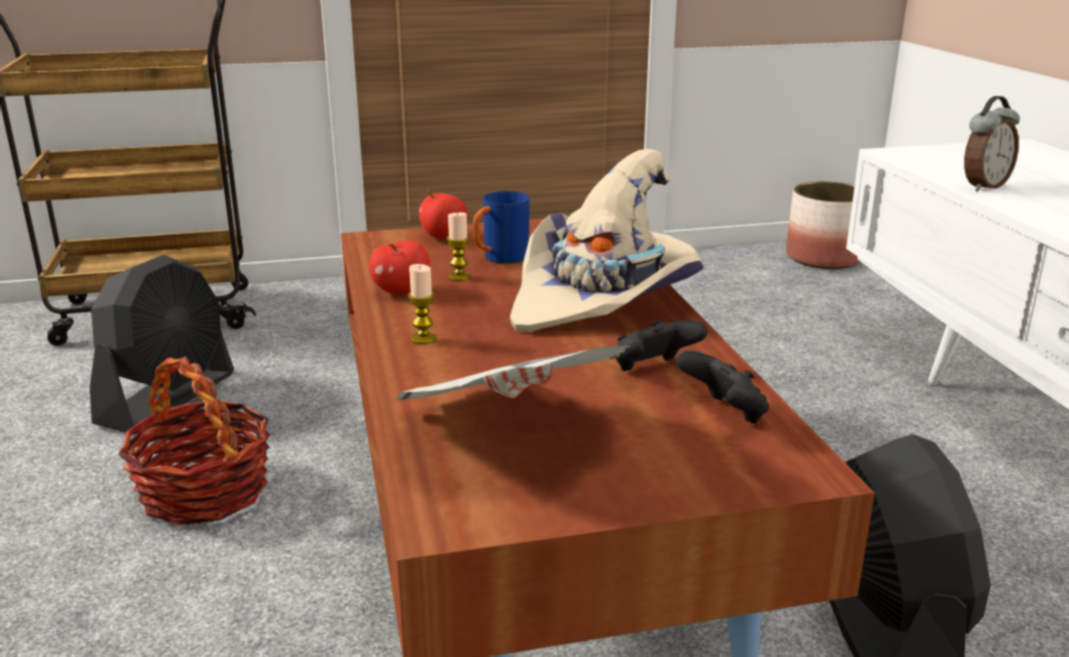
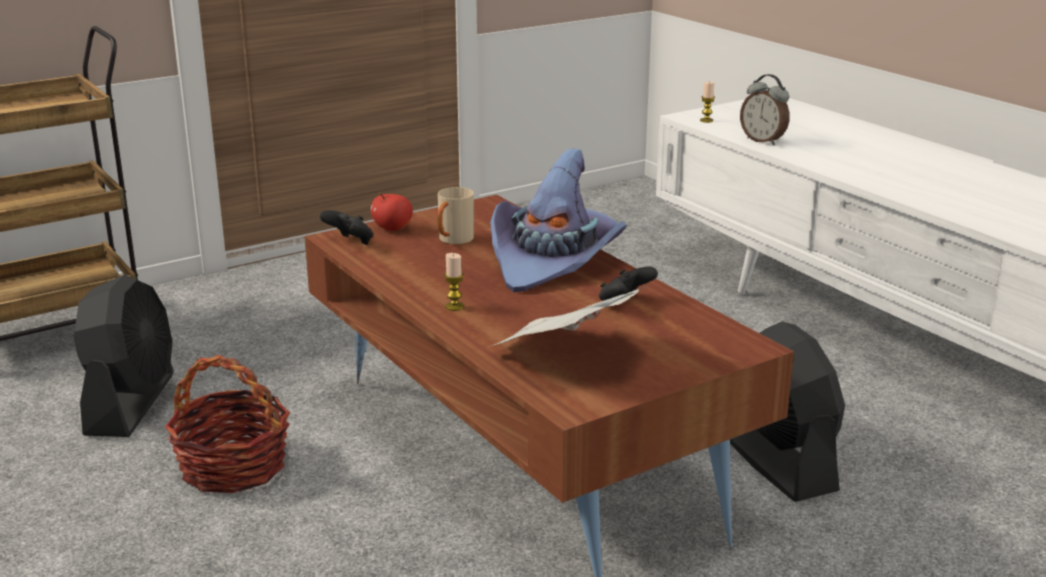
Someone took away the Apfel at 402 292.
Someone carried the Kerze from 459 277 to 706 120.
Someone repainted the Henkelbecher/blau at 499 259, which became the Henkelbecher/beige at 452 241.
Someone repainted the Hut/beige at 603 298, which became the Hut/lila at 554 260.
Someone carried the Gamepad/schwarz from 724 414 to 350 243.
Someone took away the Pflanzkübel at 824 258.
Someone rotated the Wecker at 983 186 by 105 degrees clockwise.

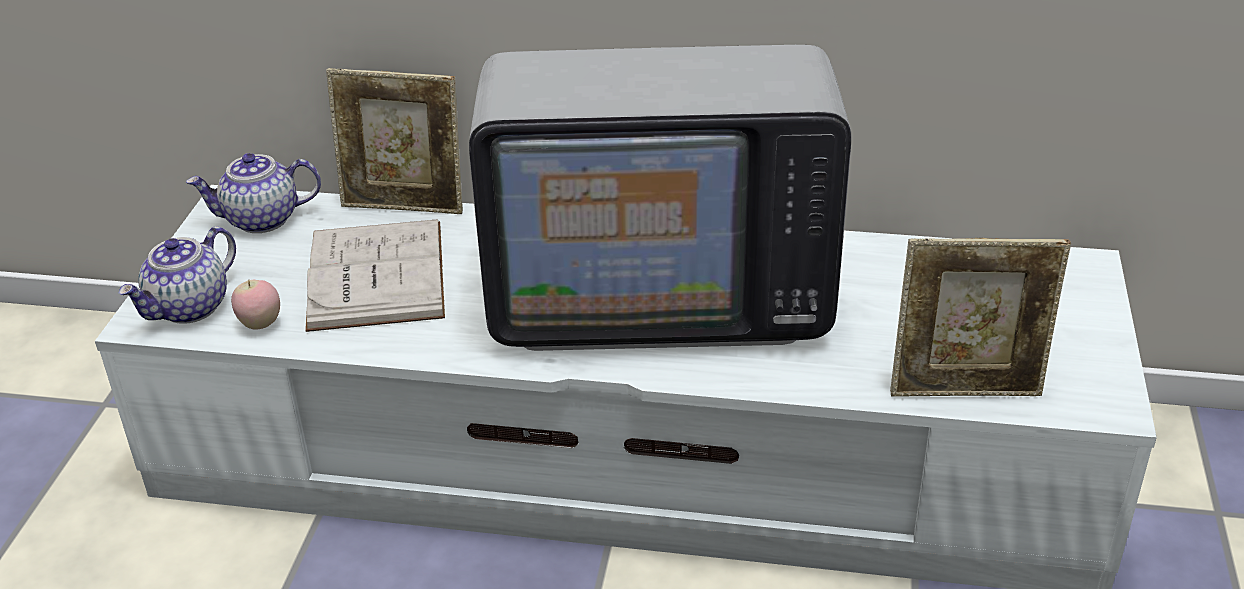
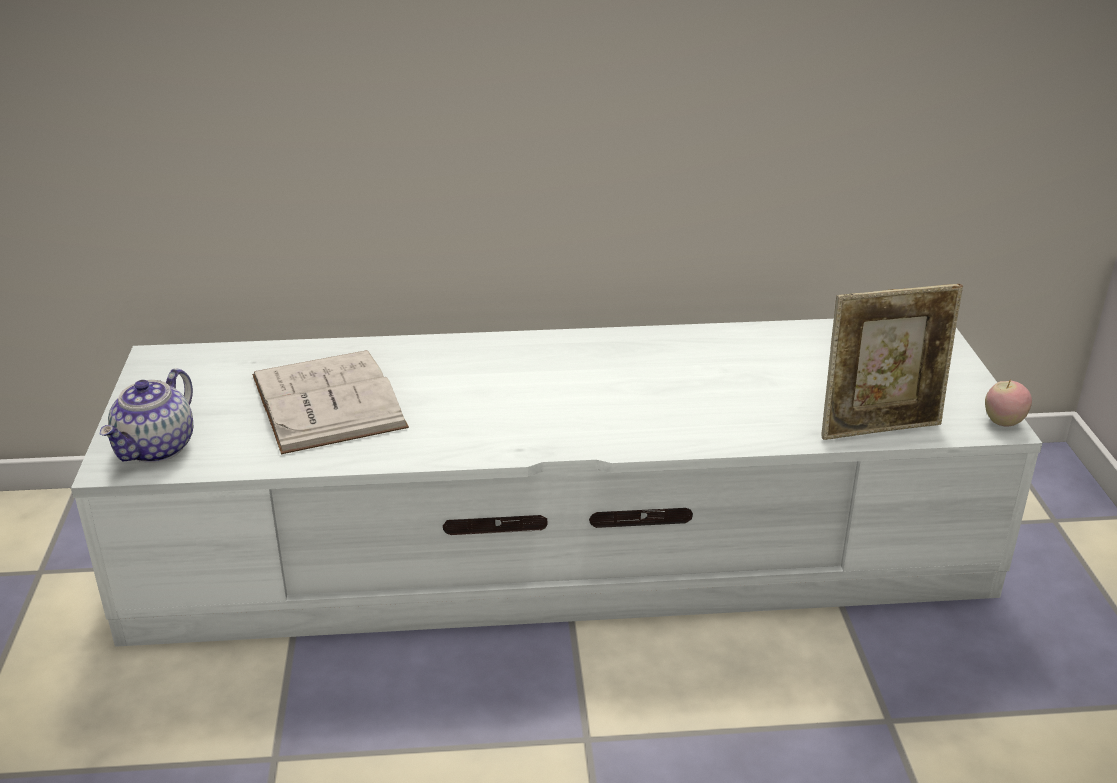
Someone took away the Teekanne at 261 220.
Someone carried the Apfel from 260 324 to 1003 422.
Someone took away the Bilderrahmen at 404 206.
Someone took away the Fernseher at 658 291.

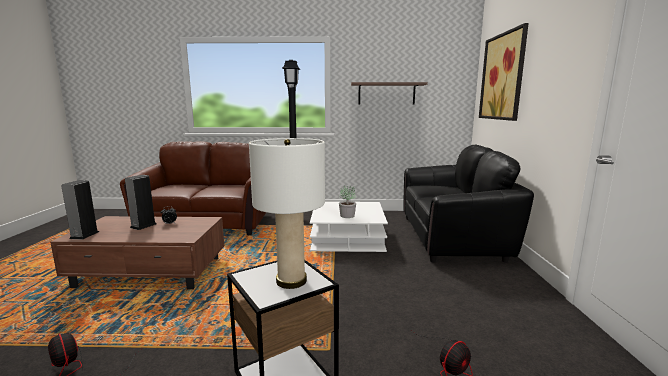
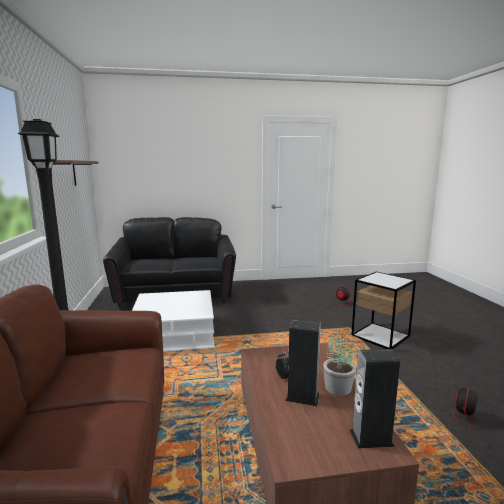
Someone took away the Tischlampe/weiß at 291 281.
Someone carried the Topfpflanze from 347 215 to 337 387.
Someone took away the Bild at 502 77.

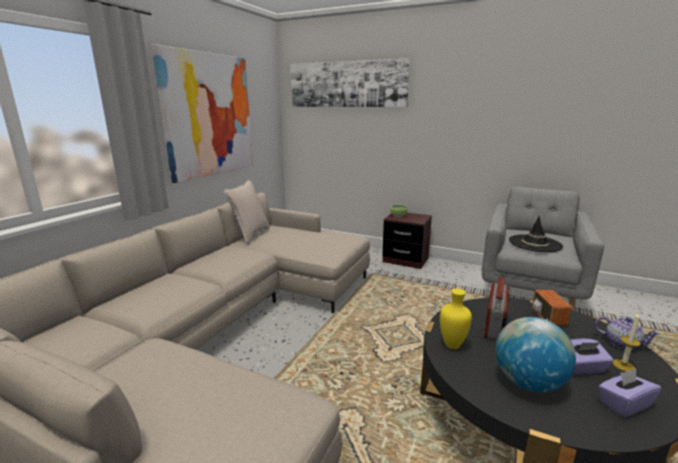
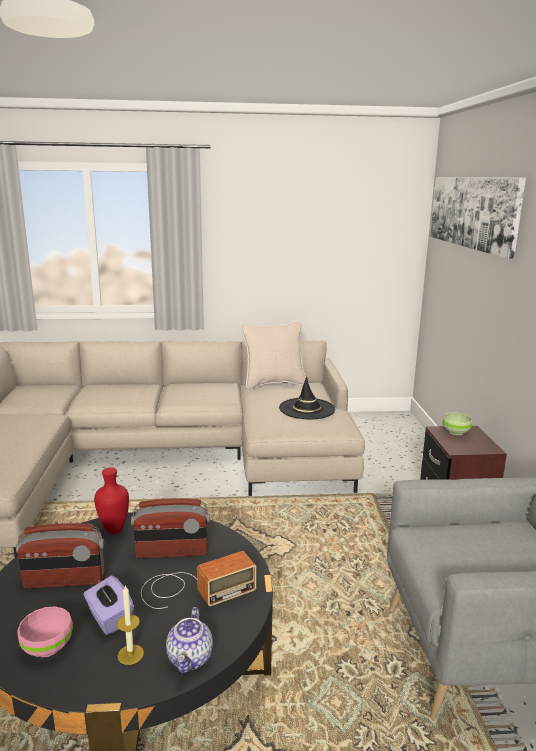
Someone took away the Bild at 209 115.
Someone repainted the Vase/gelb at 453 345, which became the Vase/rot at 114 530.
Someone swapped the Globus at 528 382 for the Radio at 64 580.
Someone carried the Hut/schwarz from 535 243 to 307 409.
Someone swapped the Taschentuchbox/lila at 624 404 for the Schüssel/rosa at 46 647.

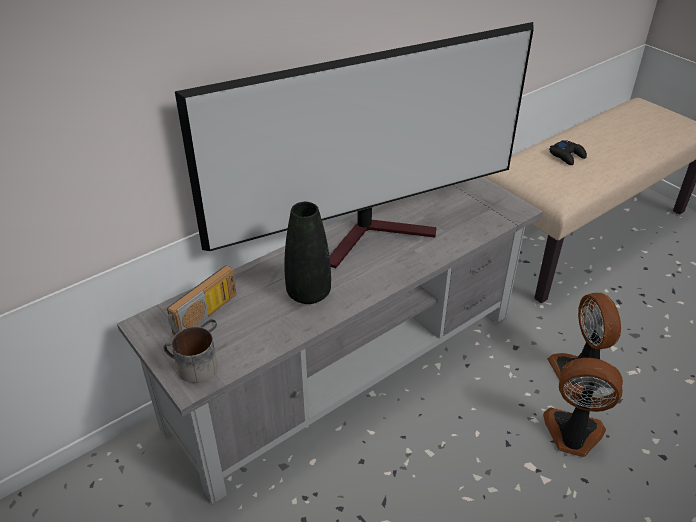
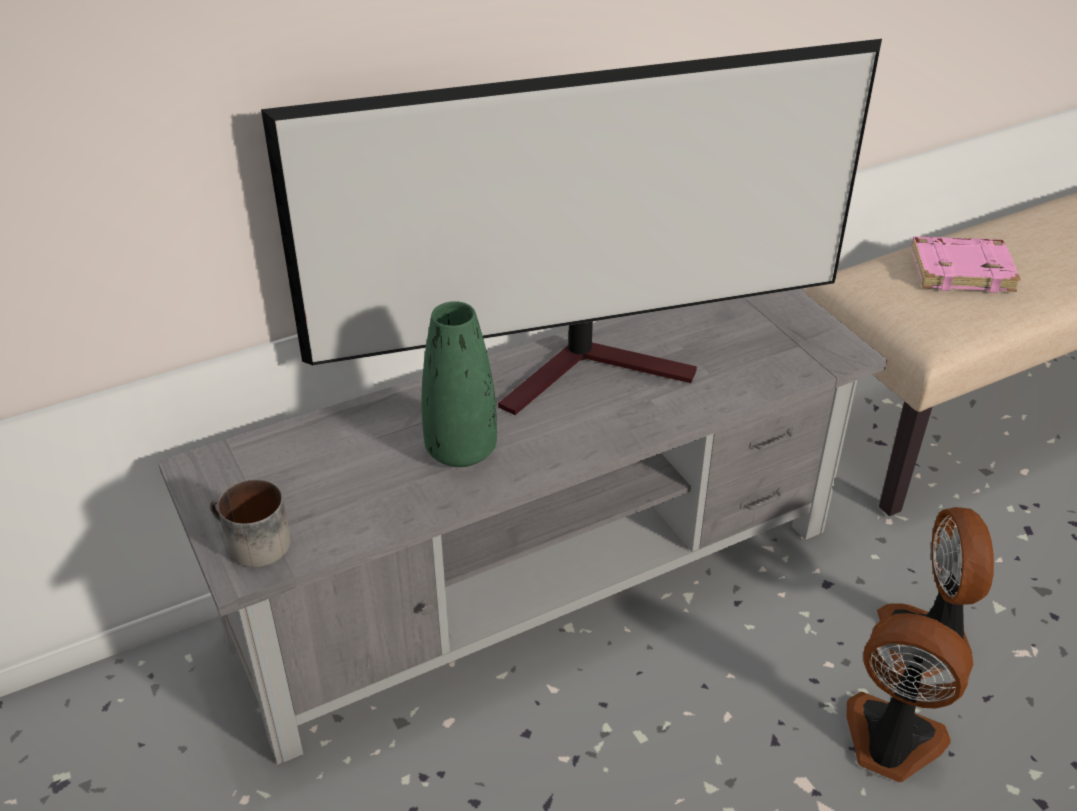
Someone took away the Radio at 209 319.
Someone repainted the Vase/schwarz at 308 294, which became the Vase/grün at 461 451.
Someone swapped the Gamepad/schwarz at 567 156 for the Buch/rosa at 962 270.

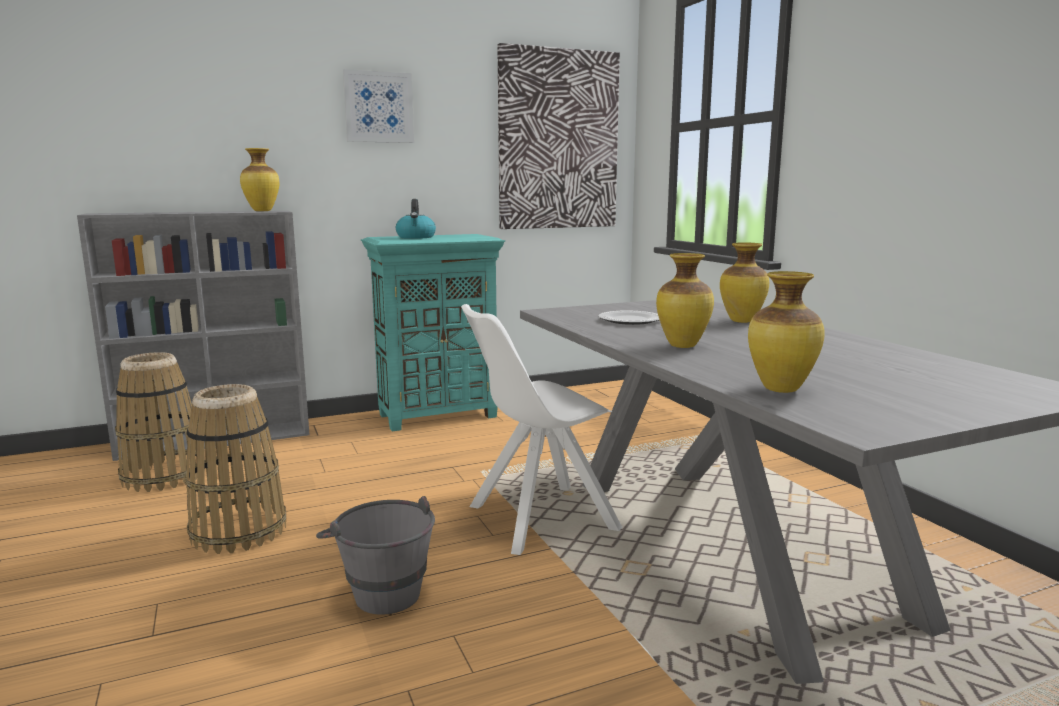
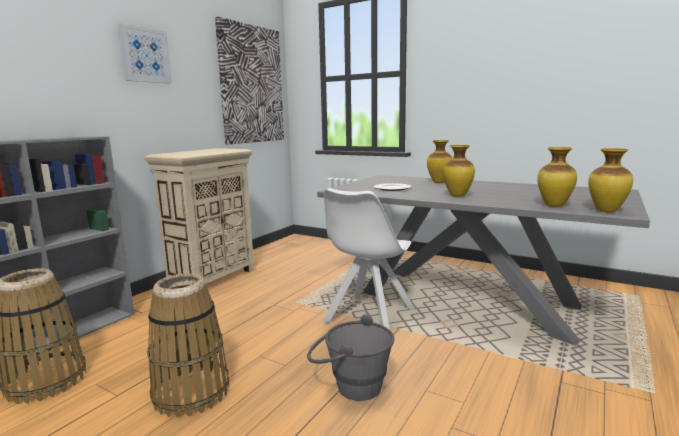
Someone carried the Vase from 262 211 to 607 211.
Someone repainted the Schrank/türkis at 439 415, which became the Schrank/beige at 213 278.
Someone took away the Wasserkessel at 416 237.

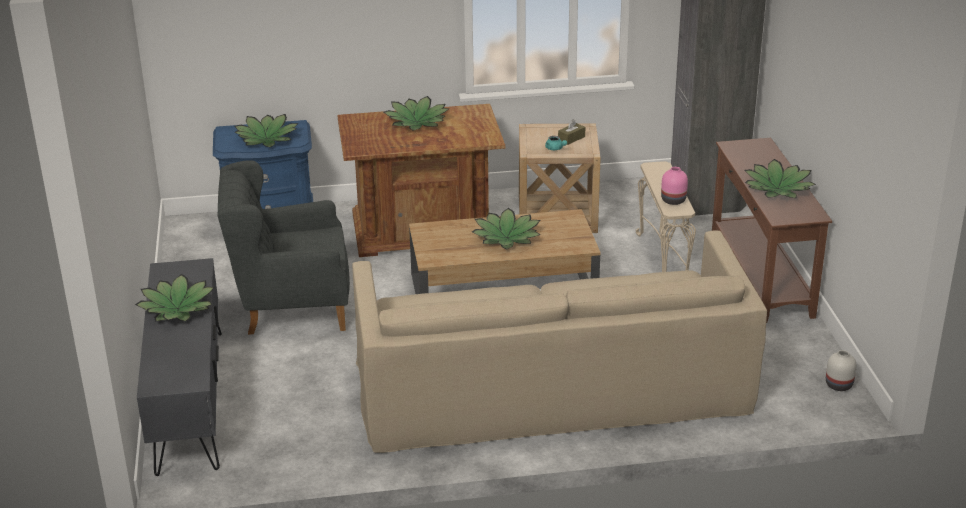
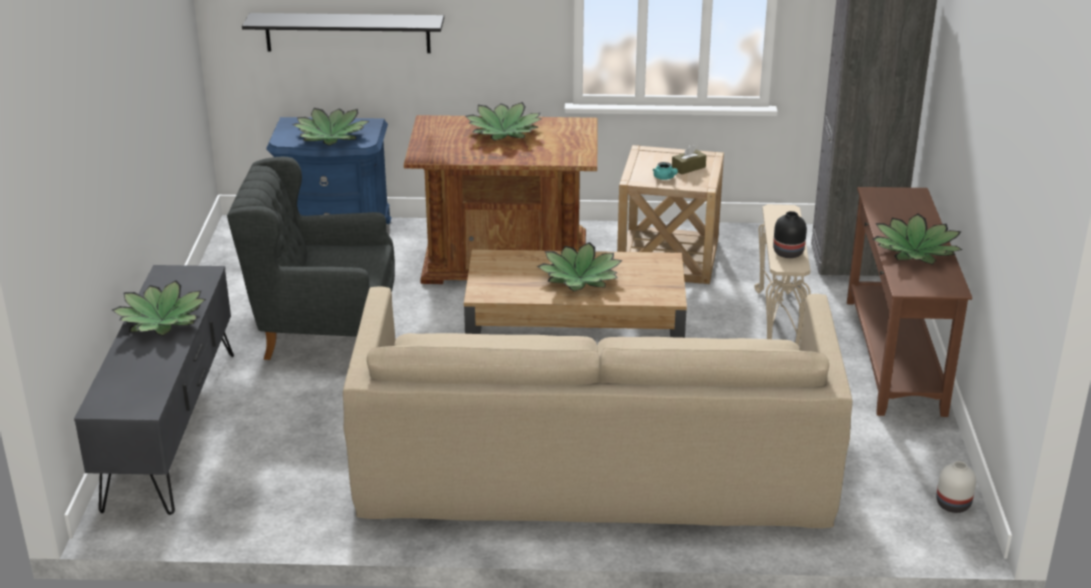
Someone repainted the Vase/rosa at 674 200, which became the Vase/schwarz at 789 253.
Someone put up the Wandregal/schwarz at 347 33.

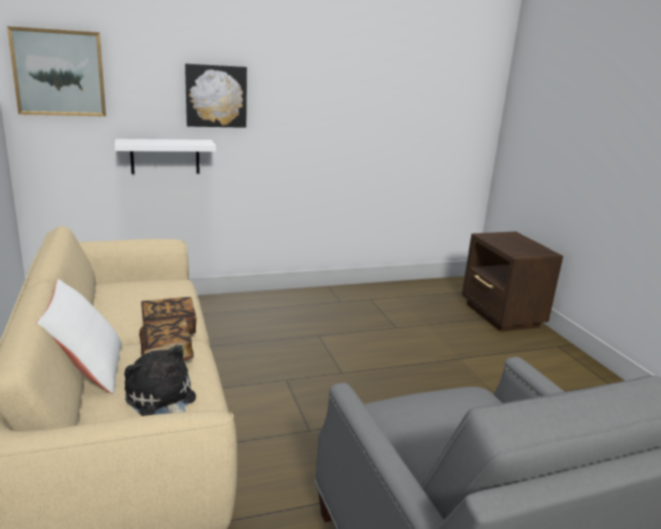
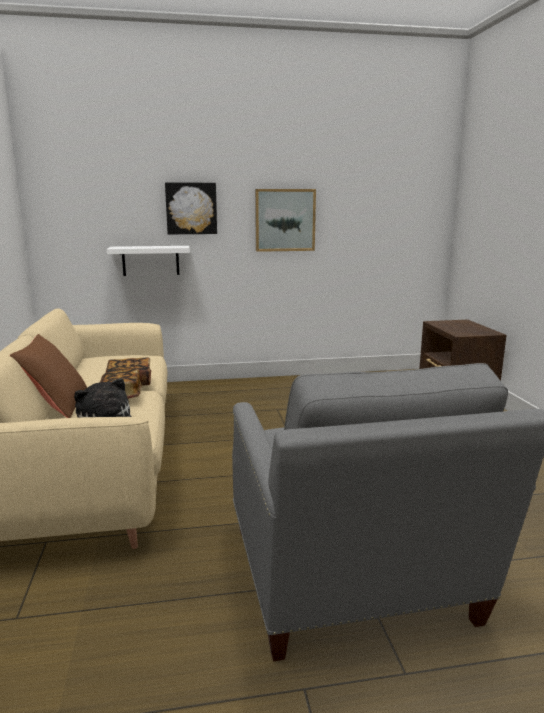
Someone carried the Bild from 59 73 to 285 220.
Someone repainted the Kissen/weiß at 87 369, which became the Kissen/braun at 56 404.

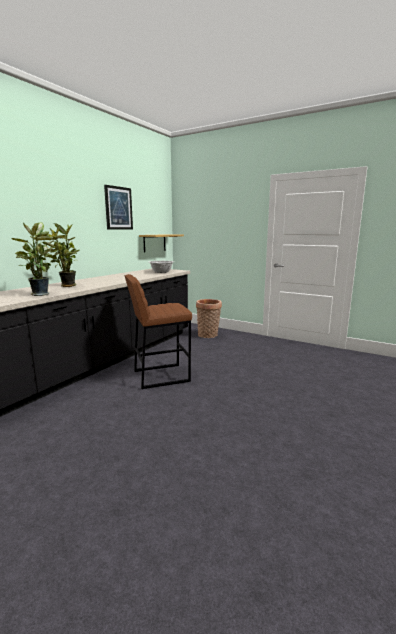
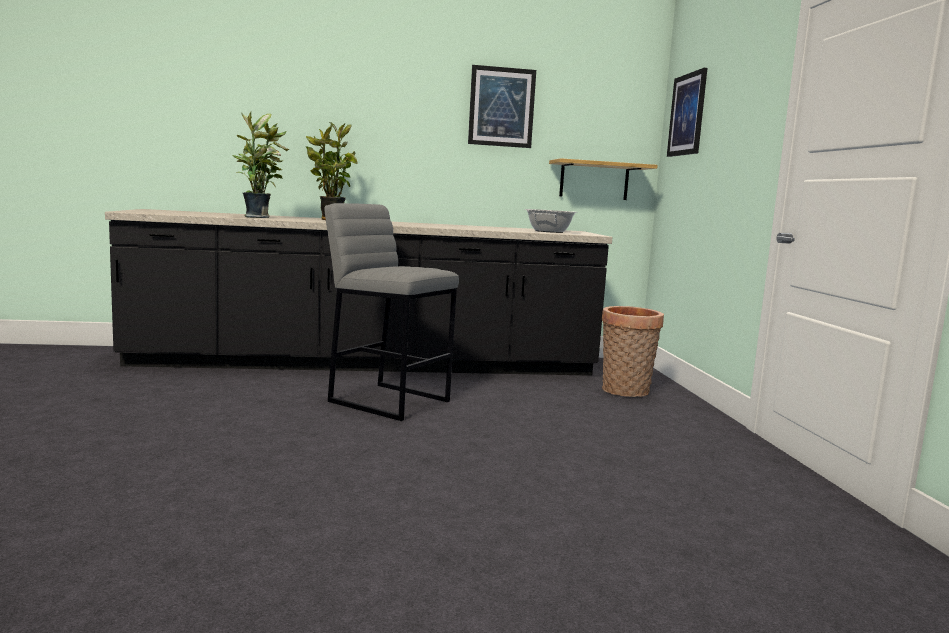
Someone repainted the Hocker/braun at 159 376, which became the Hocker/grau at 387 401.
Someone put up the Bild at 687 114.

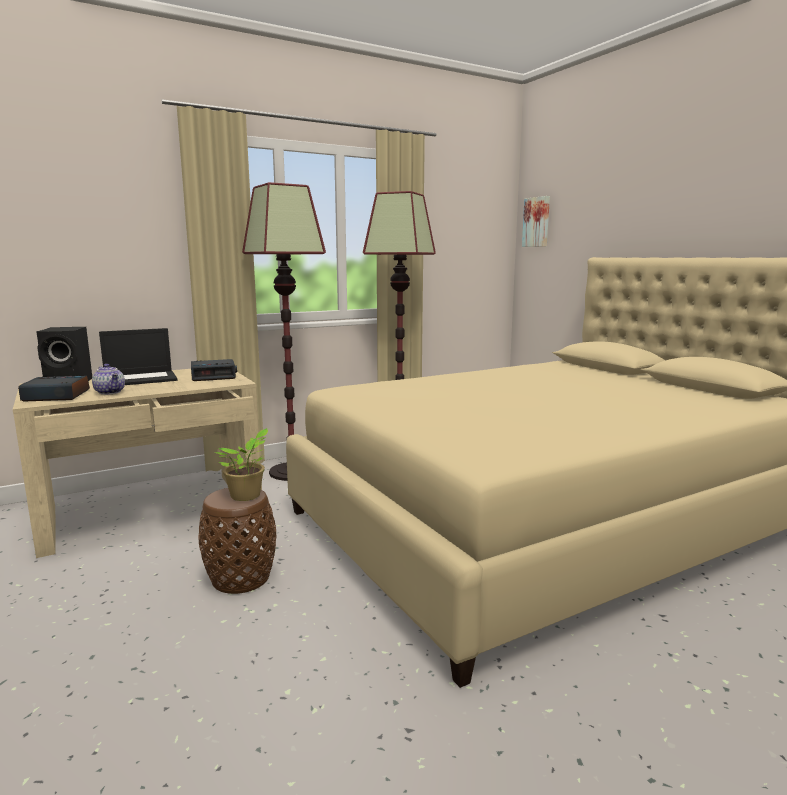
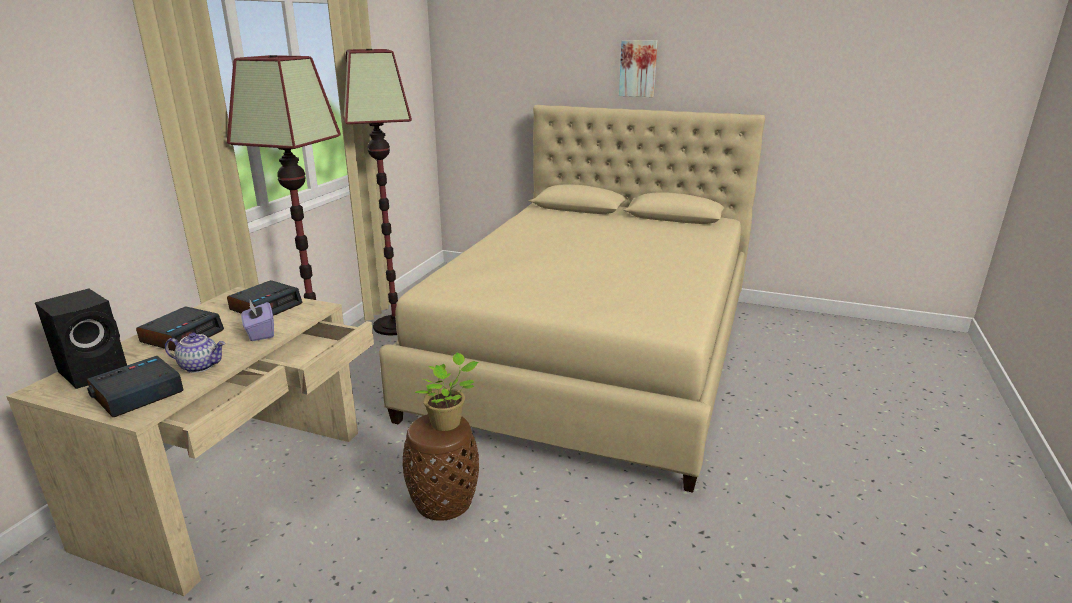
Someone swapped the Laptop at 141 379 for the Wecker at 183 336.
Someone carried the Bild from 537 222 to 638 68.
Someone put down the Taschentuchbox/lila at 260 333.

